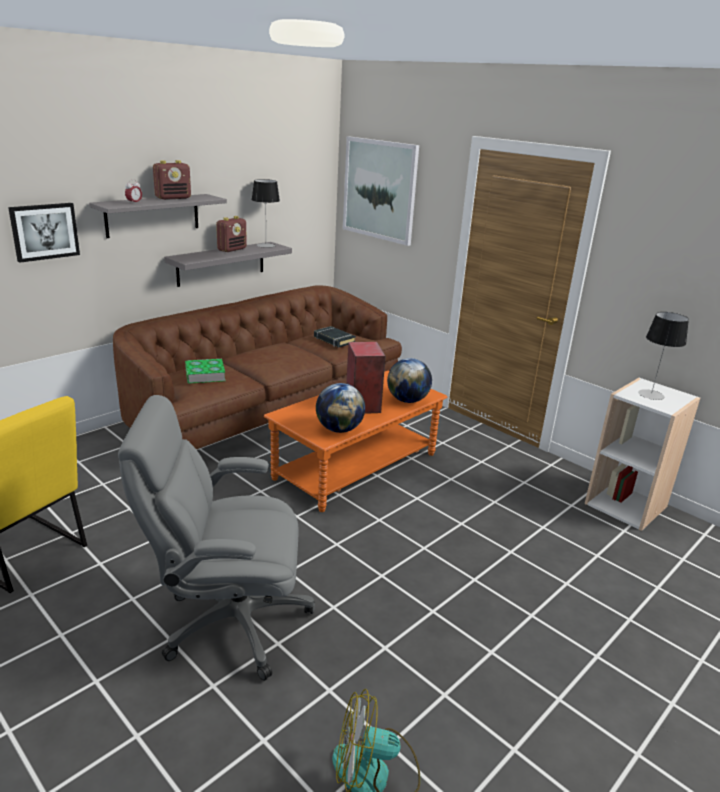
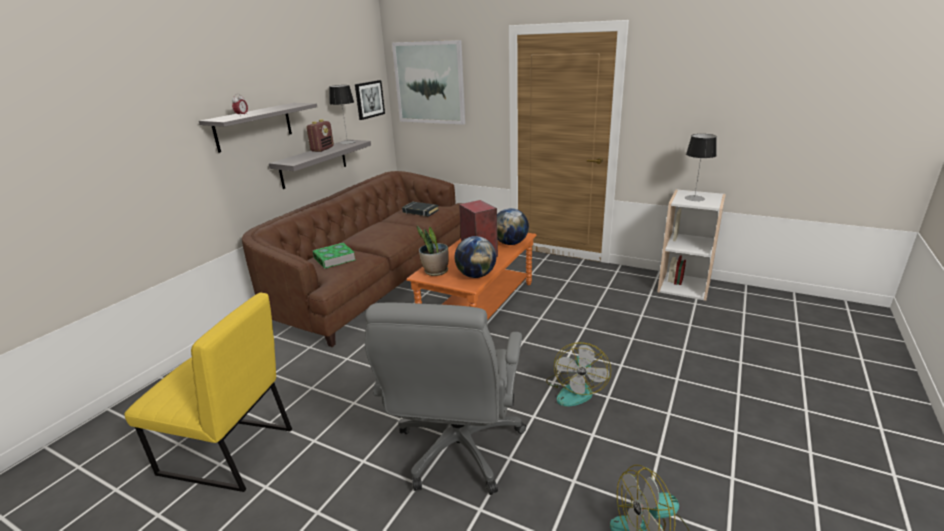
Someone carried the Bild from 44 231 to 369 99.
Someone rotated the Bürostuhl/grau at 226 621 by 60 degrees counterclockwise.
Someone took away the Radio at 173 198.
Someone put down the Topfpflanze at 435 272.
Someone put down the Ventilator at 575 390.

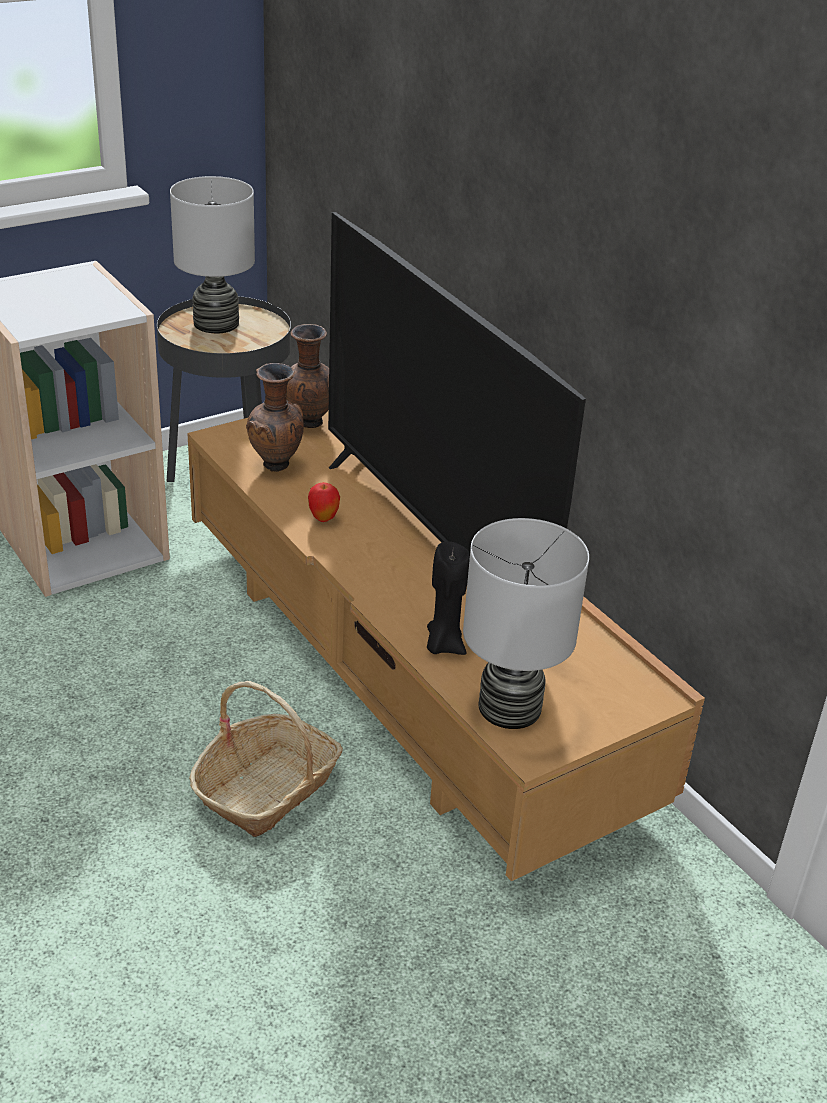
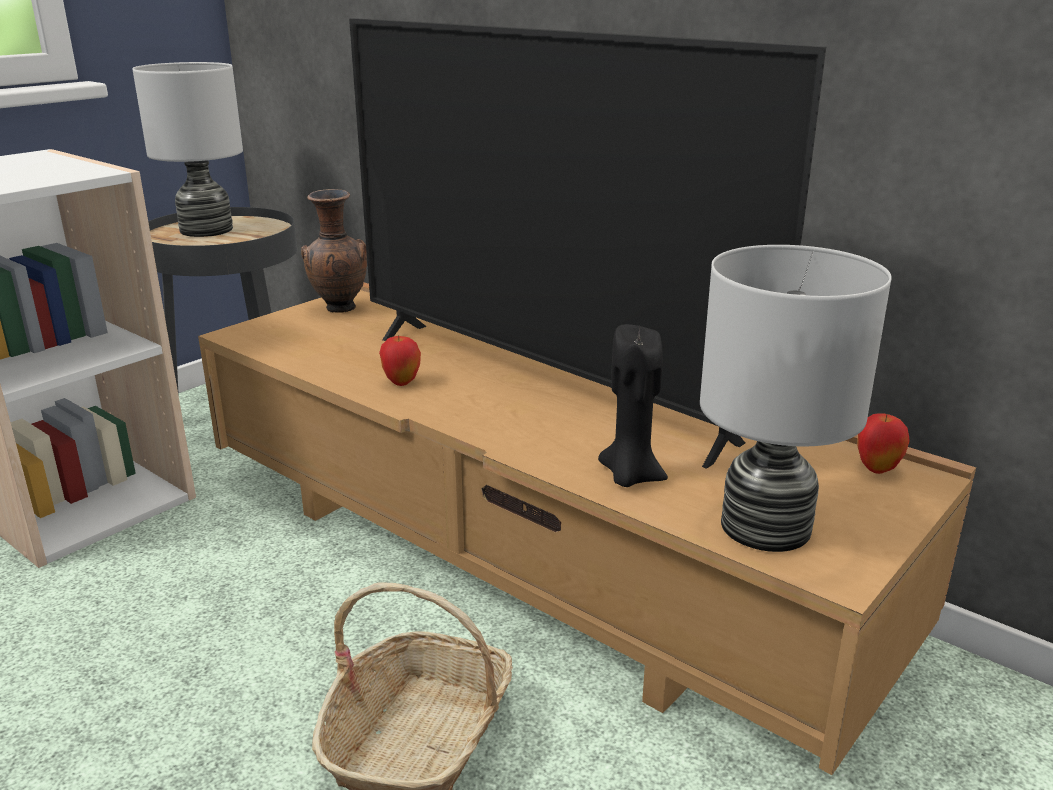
Someone took away the Vase/braun at 276 466.
Someone put down the Apfel at 877 469.

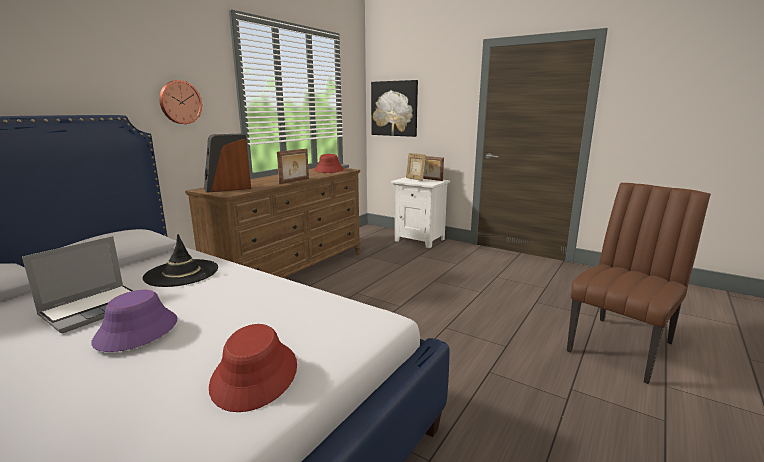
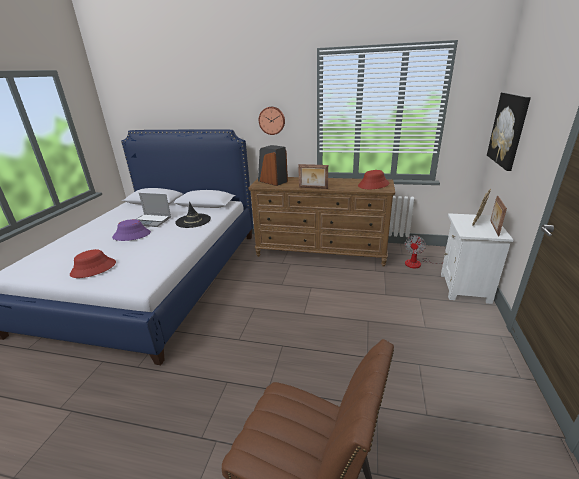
Someone put down the Ventilator at 418 263.

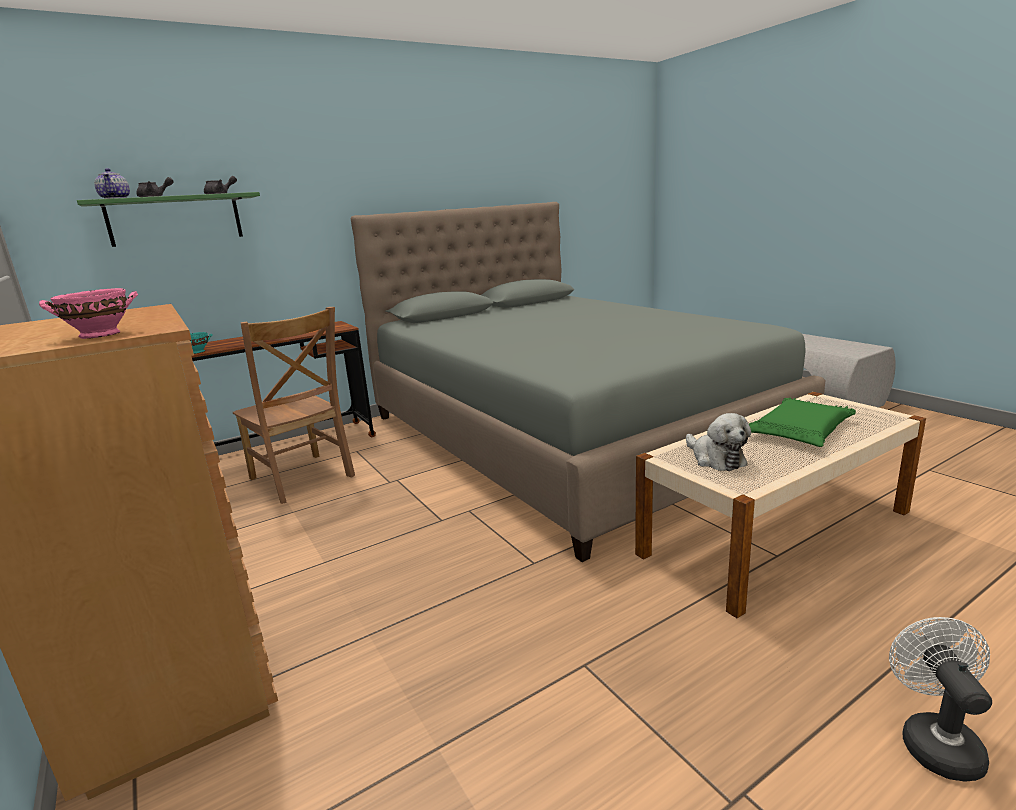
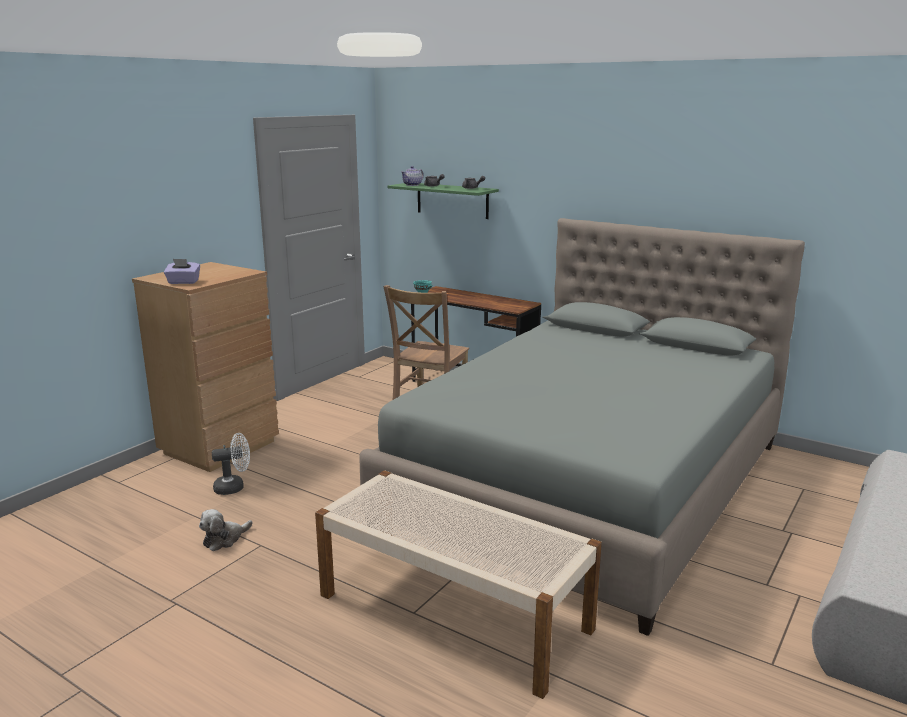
Someone swapped the Schüssel/rosa at 99 335 for the Taschentuchbox/lila at 183 282.
Someone carried the Plüschtier from 715 459 to 224 539.
Someone took away the Kissen/grün at 800 429.
Someone carried the Ventilator/weiß from 934 740 to 234 487.

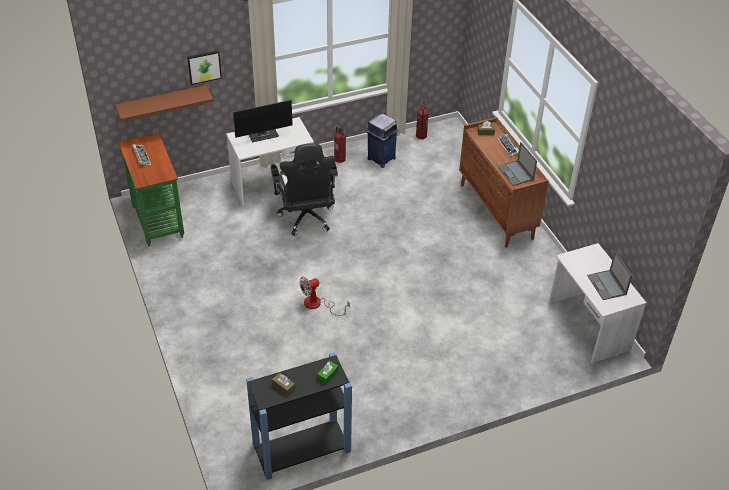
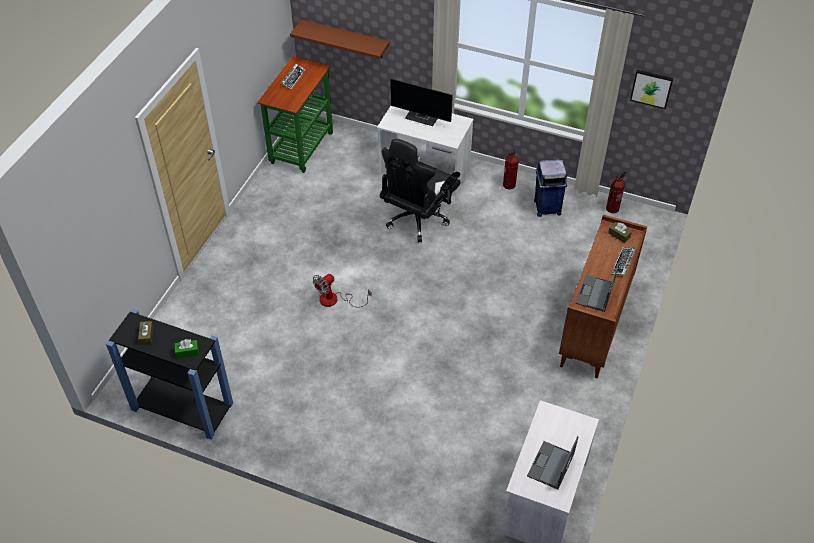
Someone carried the Bild from 204 66 to 651 88.
Someone rotated the Ventilator at 318 304 by 60 degrees counterclockwise.

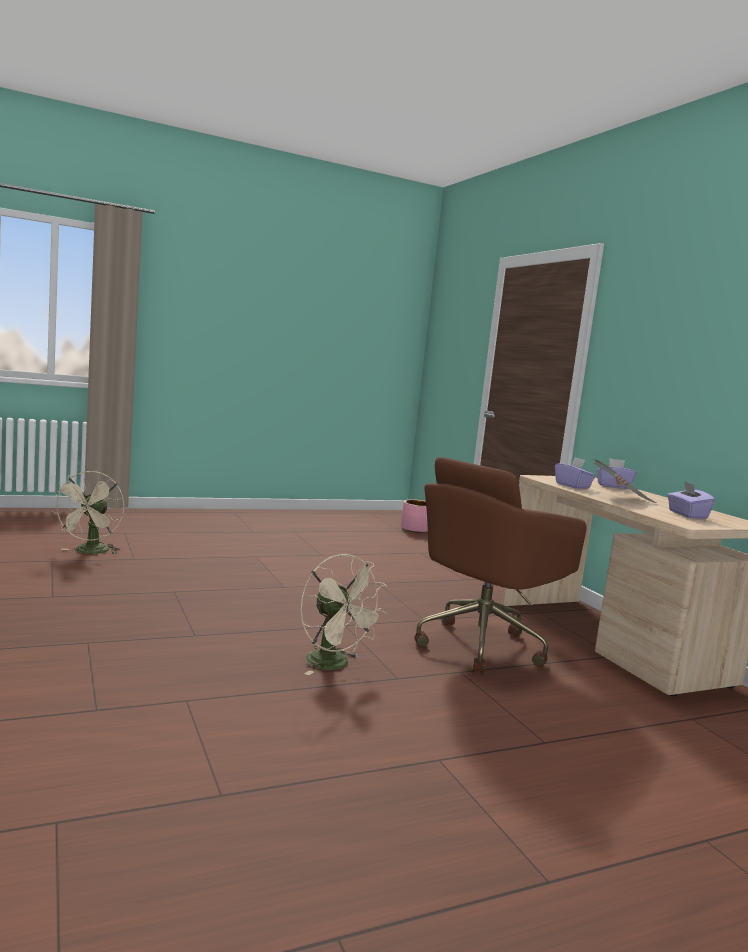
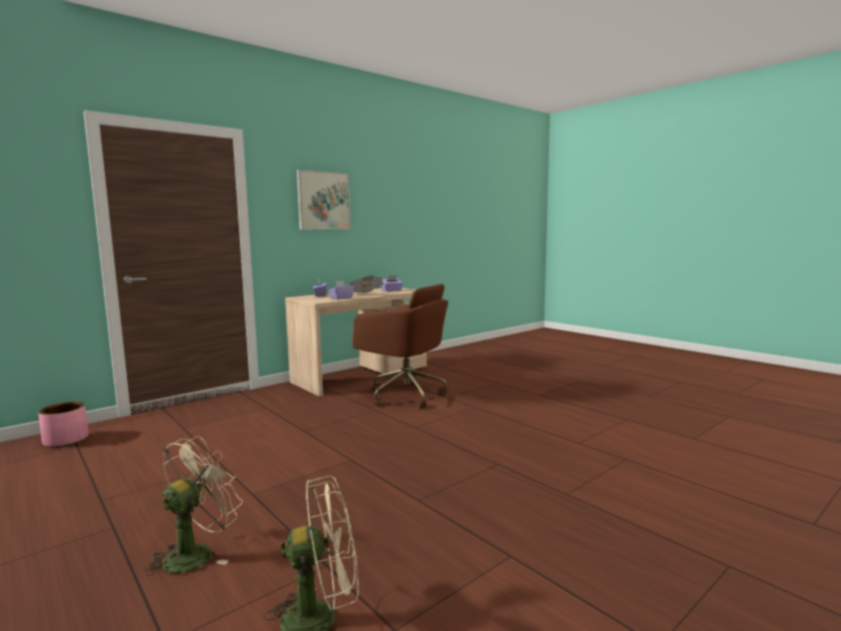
Someone carried the Ventilator/beige from 335 665 to 196 553.
Someone put up the Bild at 324 200.

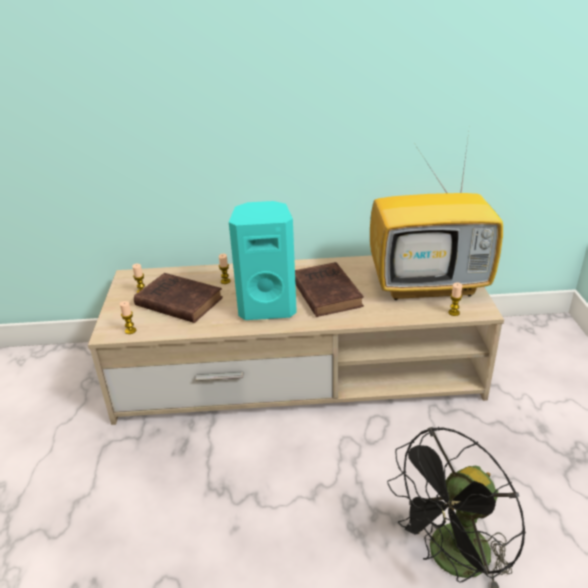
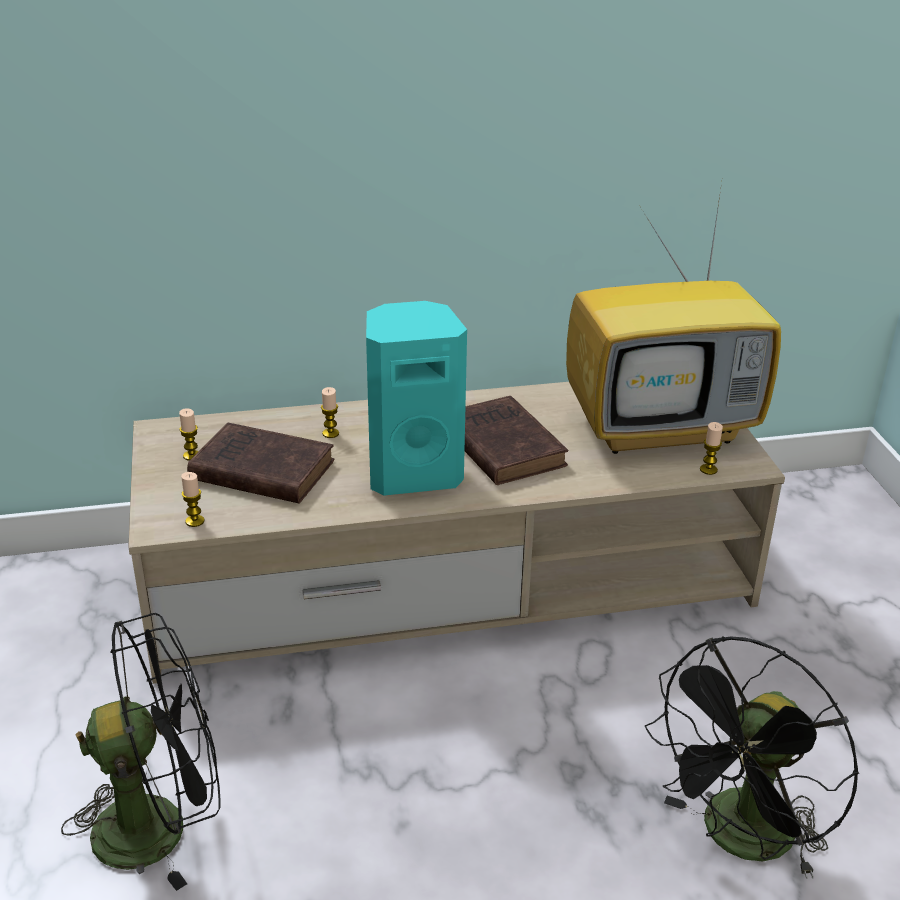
Someone put down the Ventilator/schwarz at 160 824.

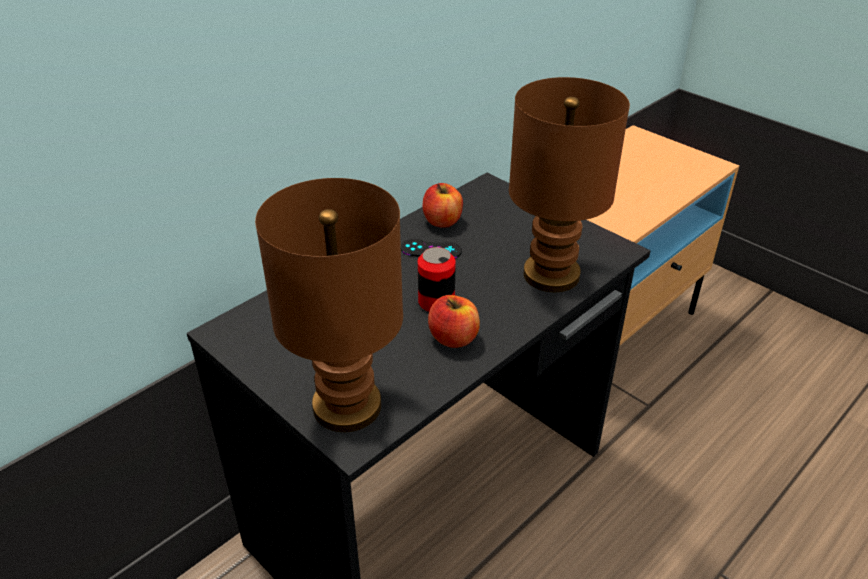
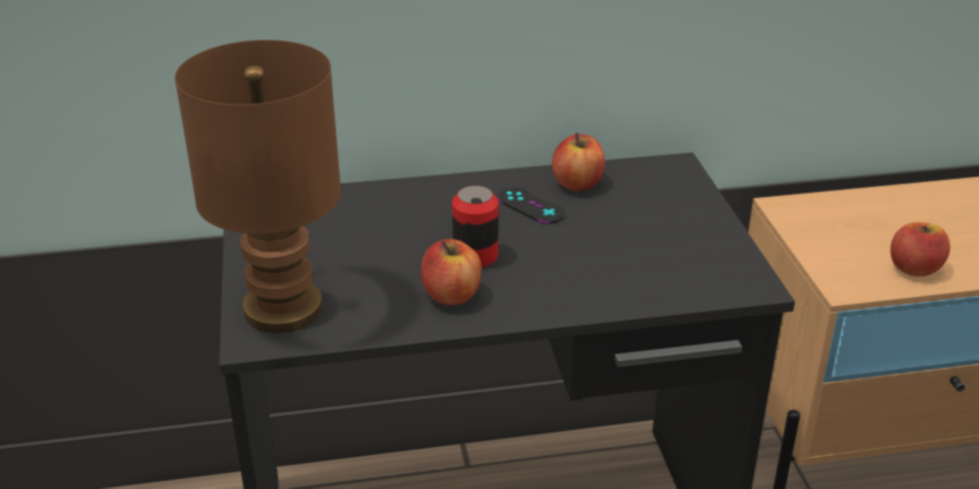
Someone took away the Tischlampe/braun at 551 274.
Someone put down the Apfel at 914 268.

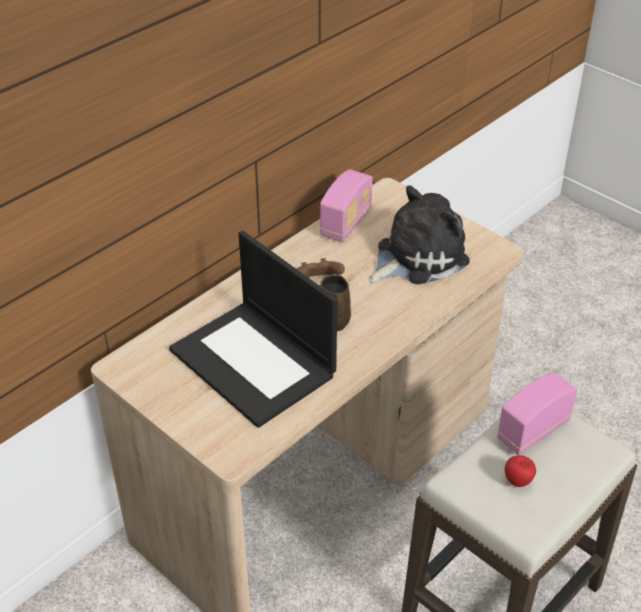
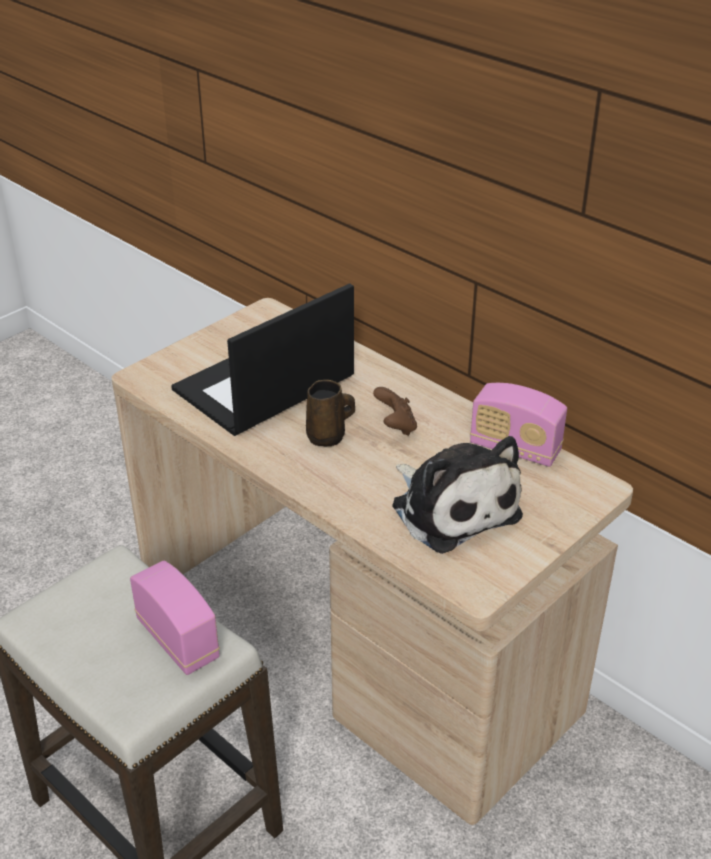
Someone took away the Apfel at 518 481.

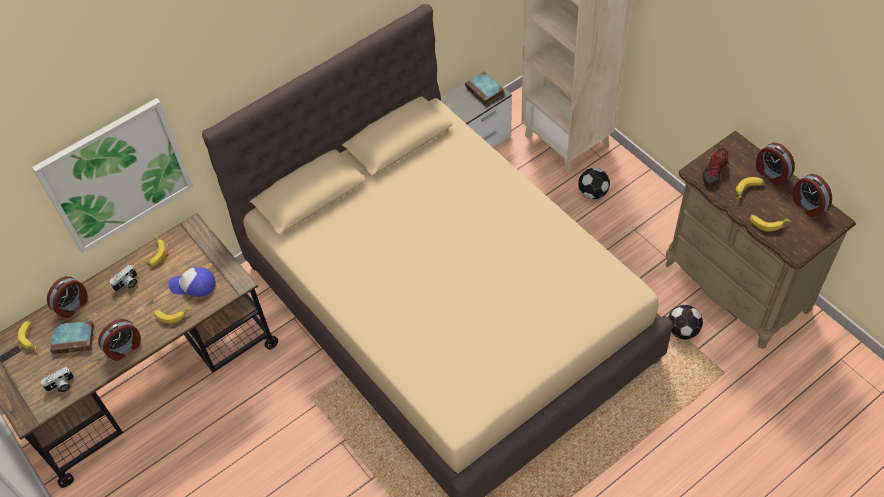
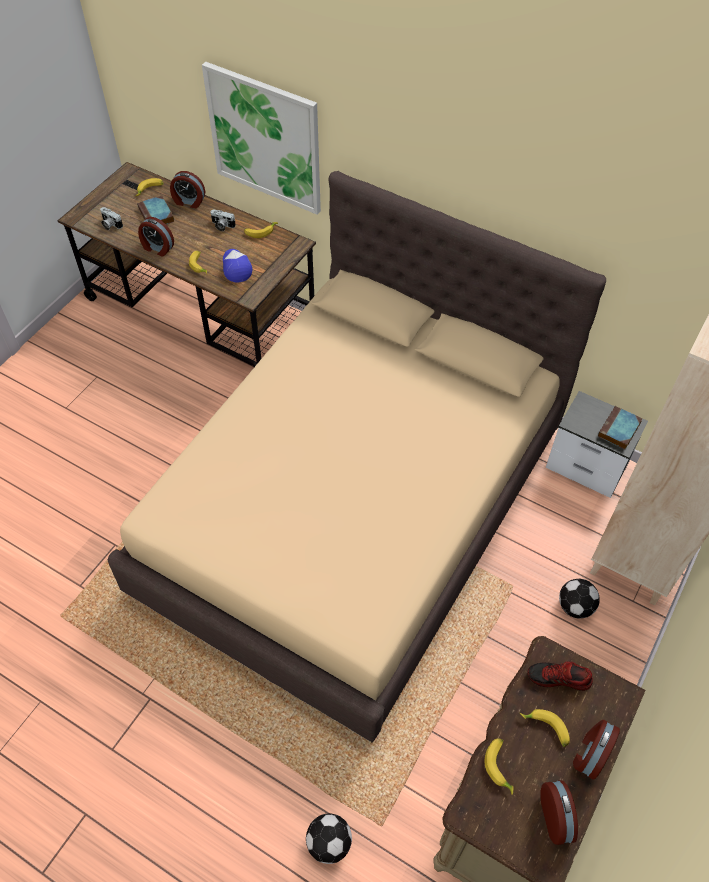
Someone carried the Fußball from 683 331 to 329 843.
Someone rotated the Wecker at 807 205 by 135 degrees clockwise.

